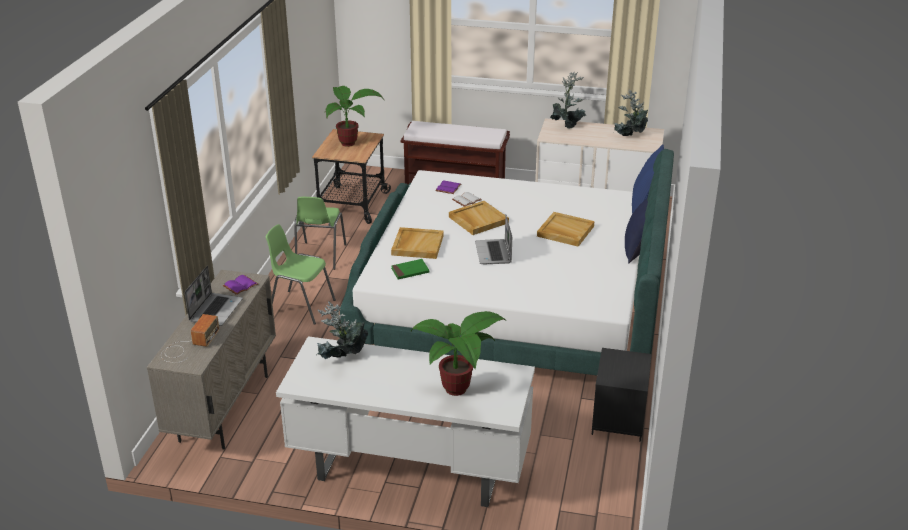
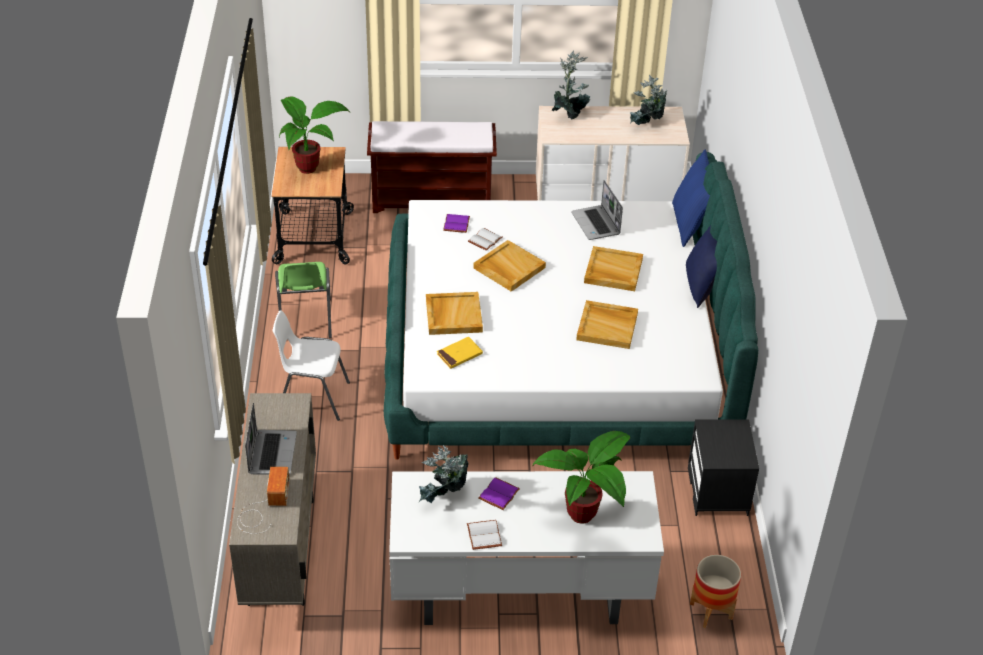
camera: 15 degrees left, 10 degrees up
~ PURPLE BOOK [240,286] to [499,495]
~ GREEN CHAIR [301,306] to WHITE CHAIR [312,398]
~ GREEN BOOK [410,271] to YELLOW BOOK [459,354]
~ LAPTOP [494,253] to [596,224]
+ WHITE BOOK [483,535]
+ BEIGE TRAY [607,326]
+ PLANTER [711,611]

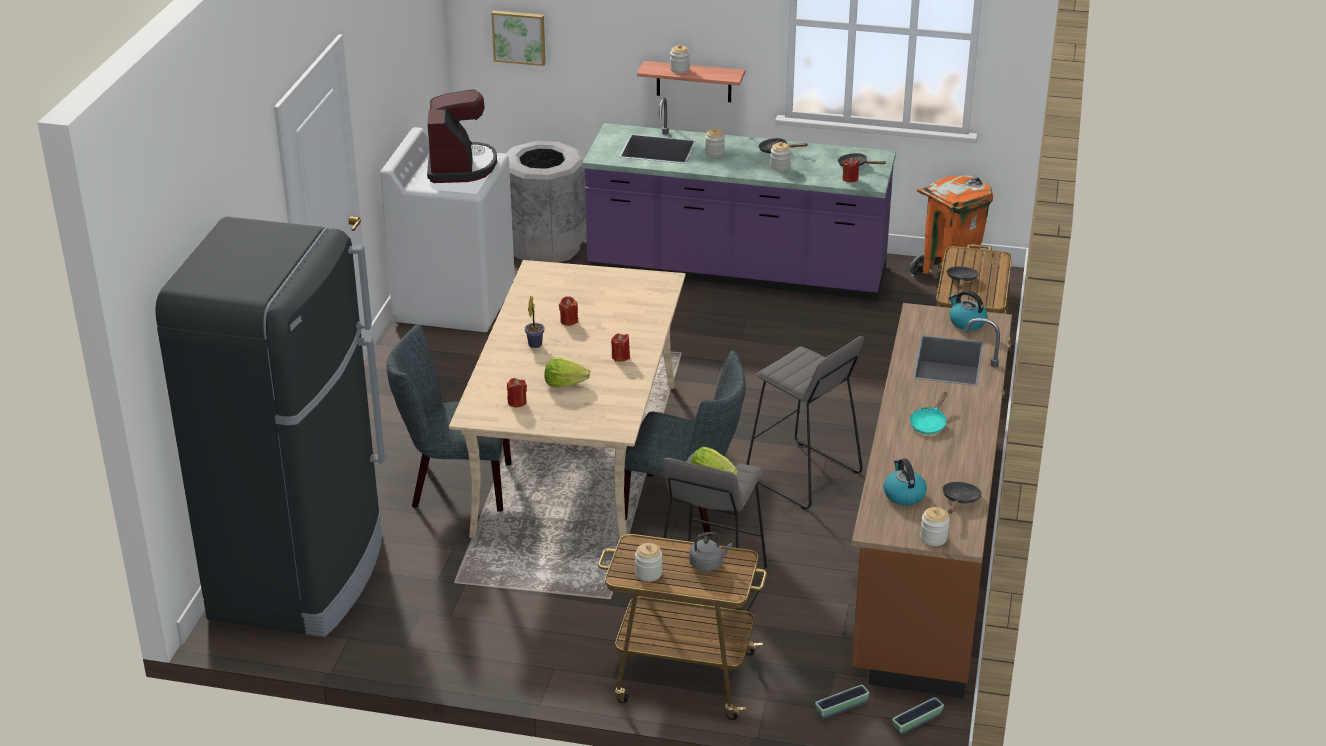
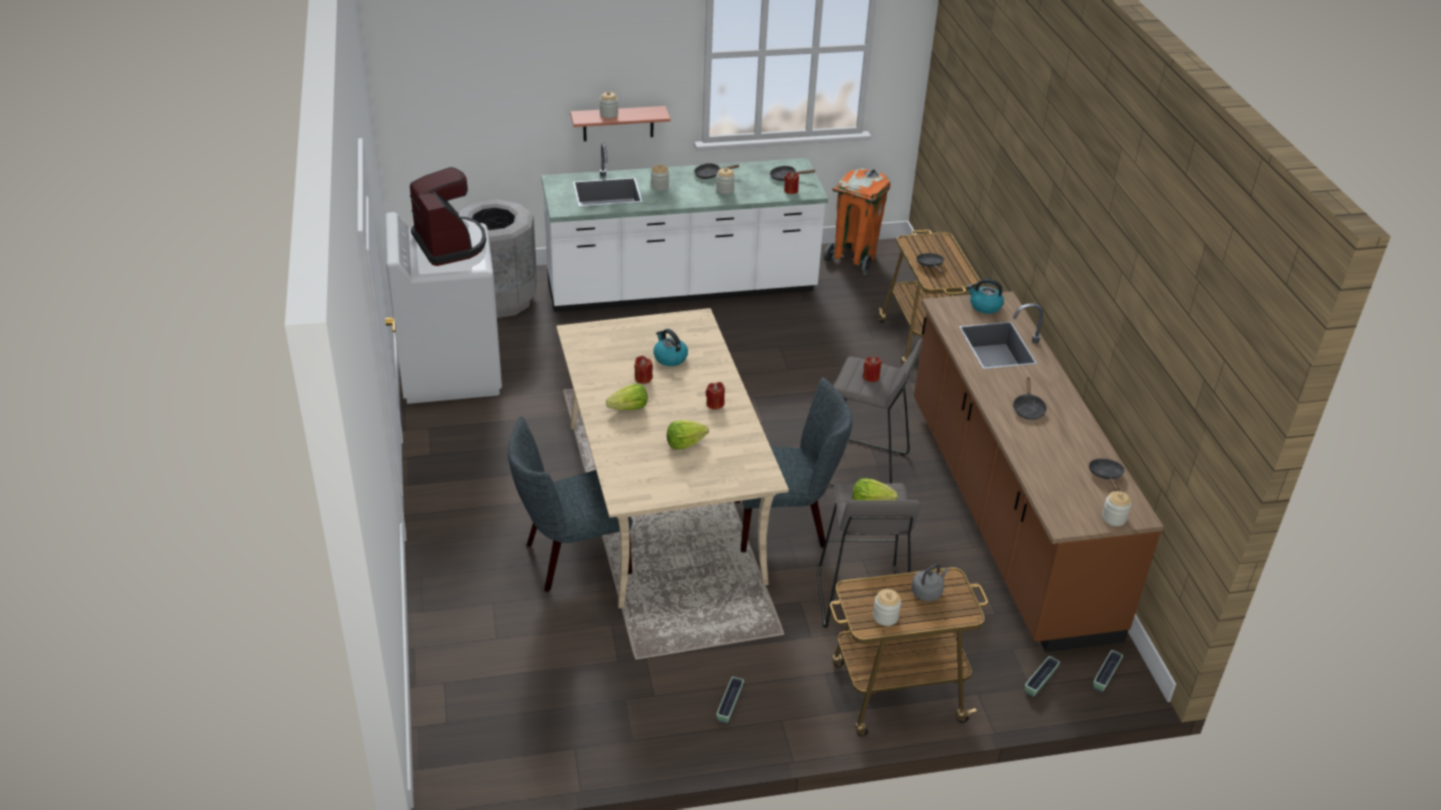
camera: 25 degrees left, 5 degrees up
- BLACK FRIDGE [300,576]
- PICTURE [519,37]
~ RED CANDLE [517,402] to [871,377]
~ POTTED PLANT [535,343] to LETTUCE [629,408]
~ PURPLE COUNTER [737,272] to WHITE COUNTER [681,288]
~ KETTLE [903,494] to [669,358]
~ TURQUOISE FRYING PAN [929,423] to BLACK FRYING PAN [1028,409]
+ PLANTER [729,705]

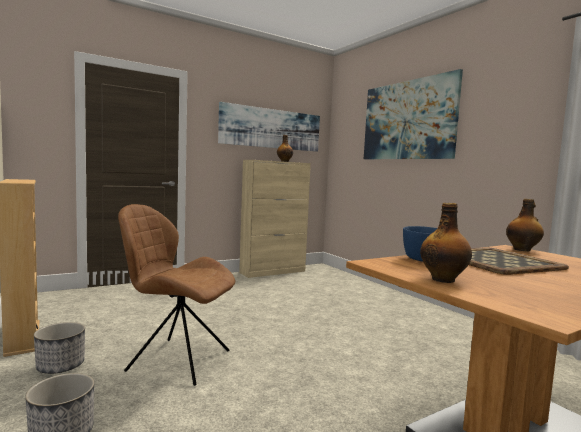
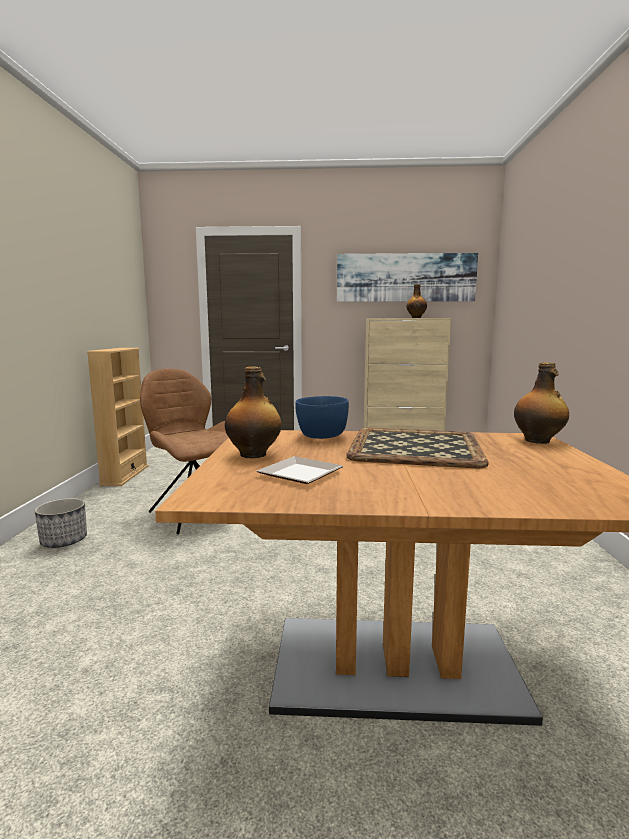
camera: 35 degrees right, 5 degrees up
- PLANTER [60,366]
- PICTURE [407,120]
+ PLATE [303,474]

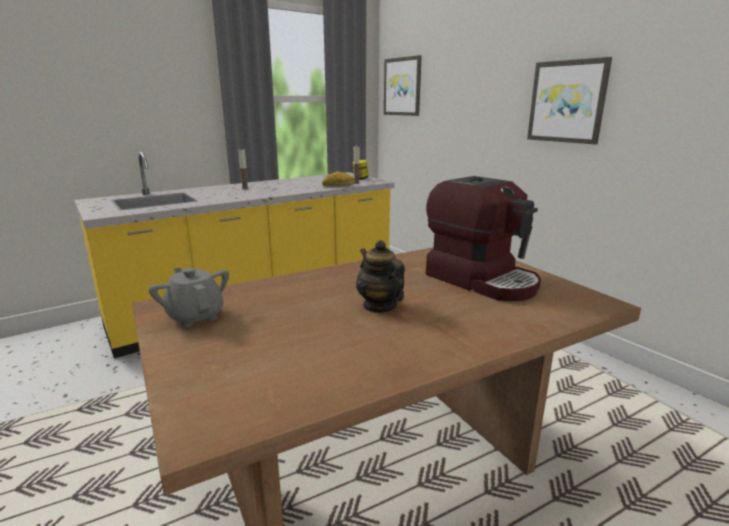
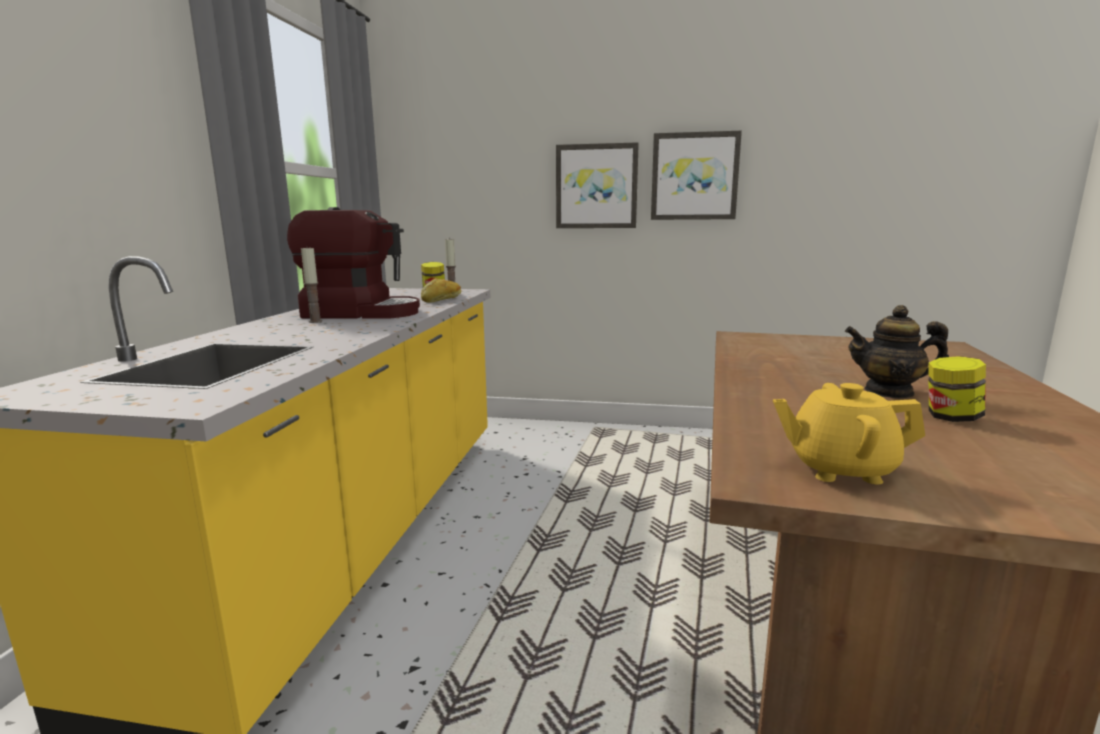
camera: 45 degrees left, 5 degrees down
~ GREY TEAPOT [195,316] to YELLOW TEAPOT [839,469]
~ PICTURE [402,86] to [596,186]
~ COFFEE MACHINE [482,280] to [362,313]
+ JAR [951,417]

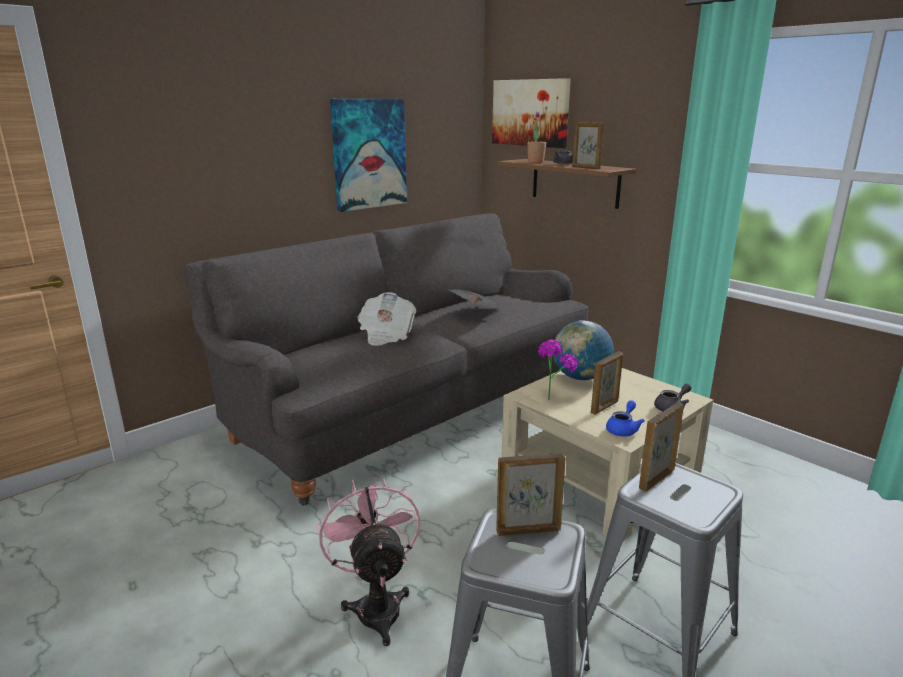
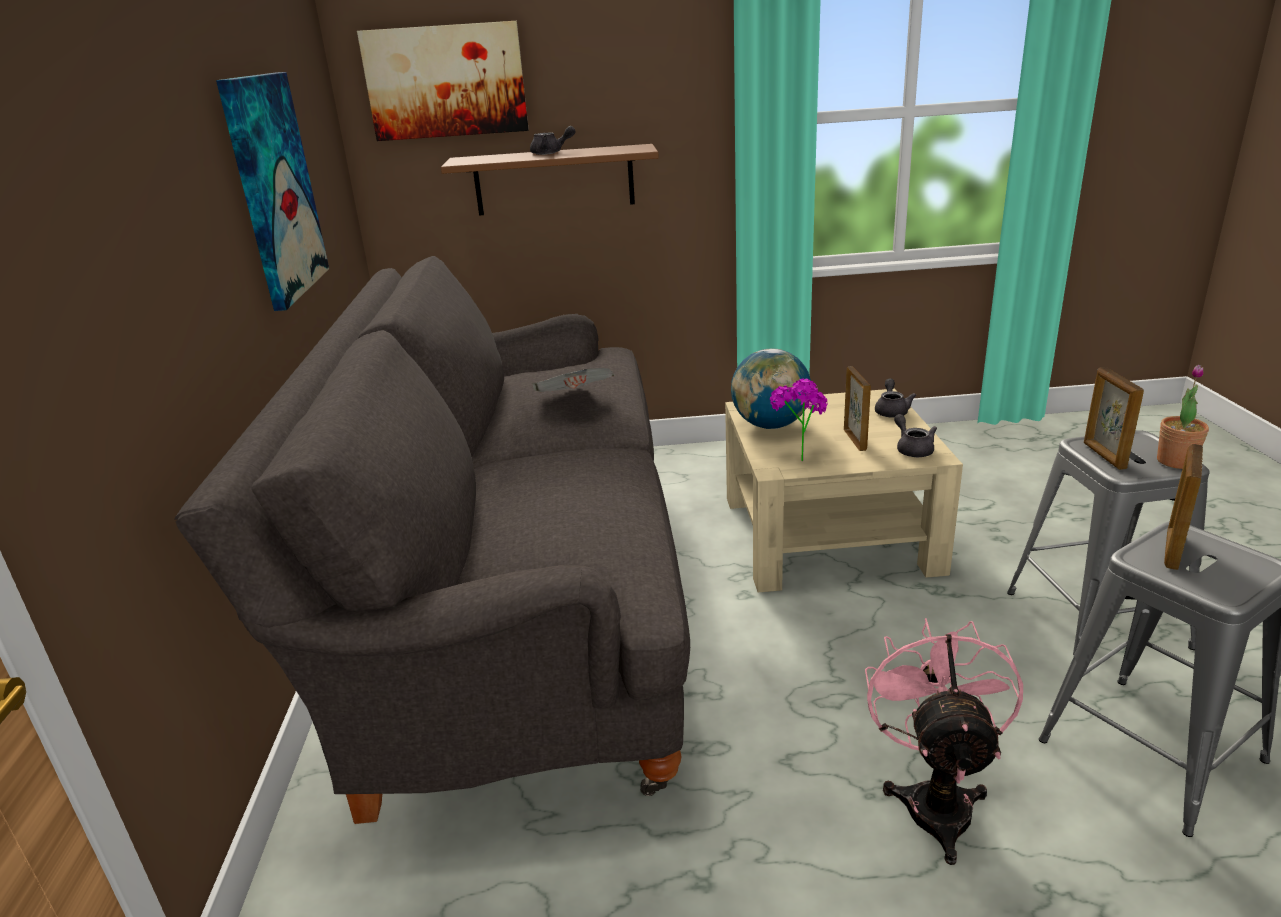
camera: 50 degrees left, 5 degrees up
~ PINK FAN [376,605] = [935,799] 75 degrees clockwise
- NEWSPAPER [386,334]
~ POTTED PLANT [535,162] to [1175,461]
- PICTURE FRAME [585,168]
~ BLUE TEAPOT [623,429] to GREY TEAPOT [912,449]

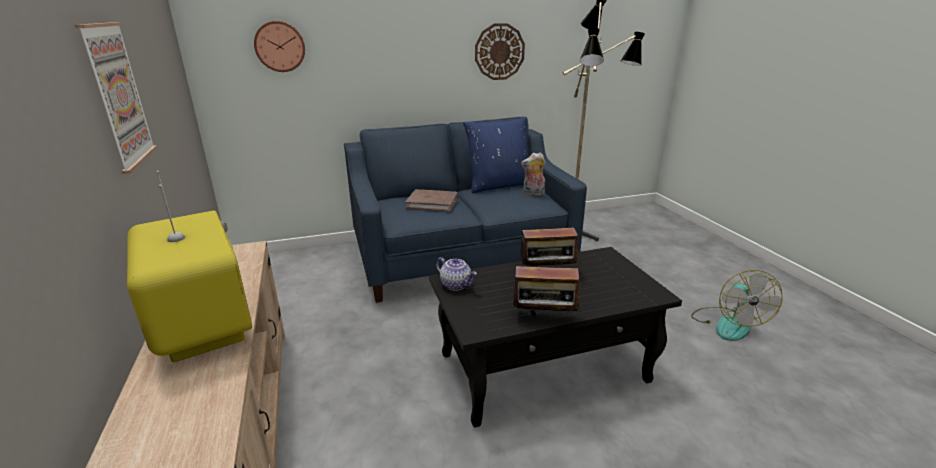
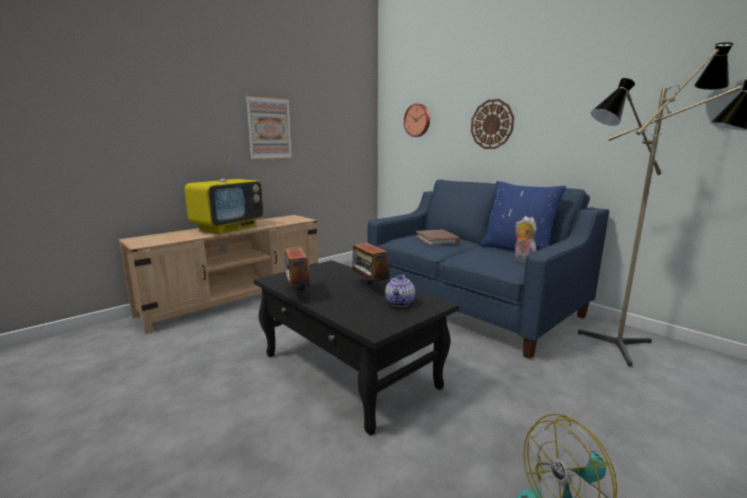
camera: 65 degrees right, 10 degrees down
~ TEAPOT [456,285] to [400,303]
~ WALL CLOCK [499,52] to [492,124]

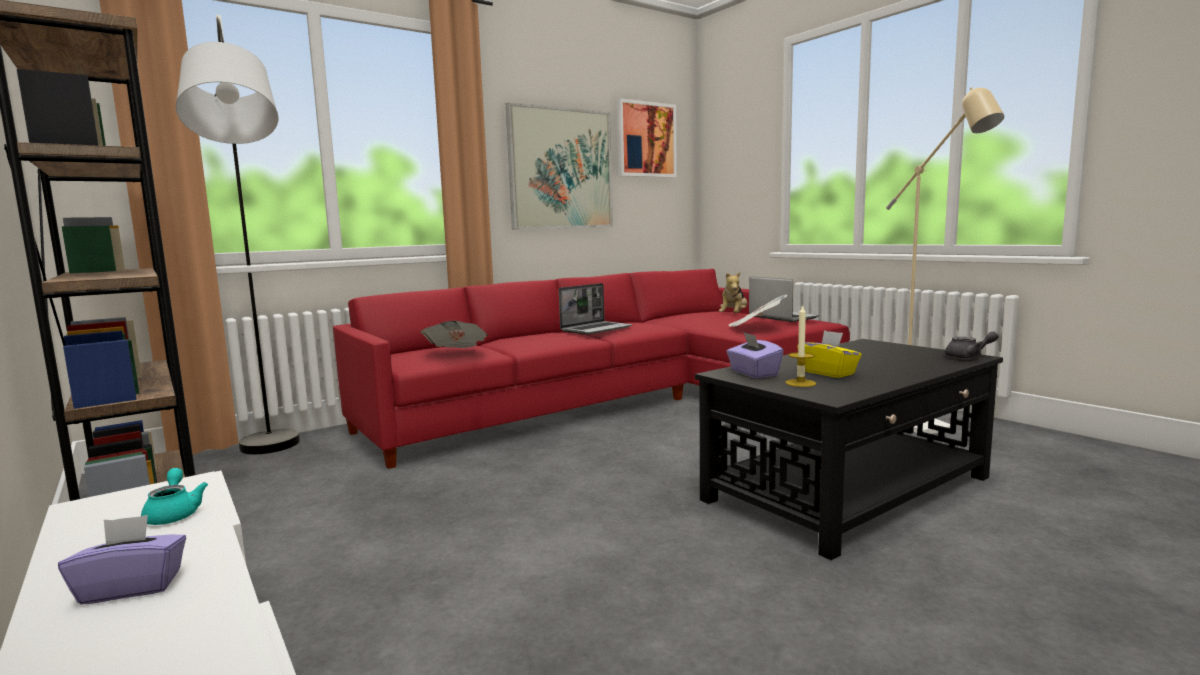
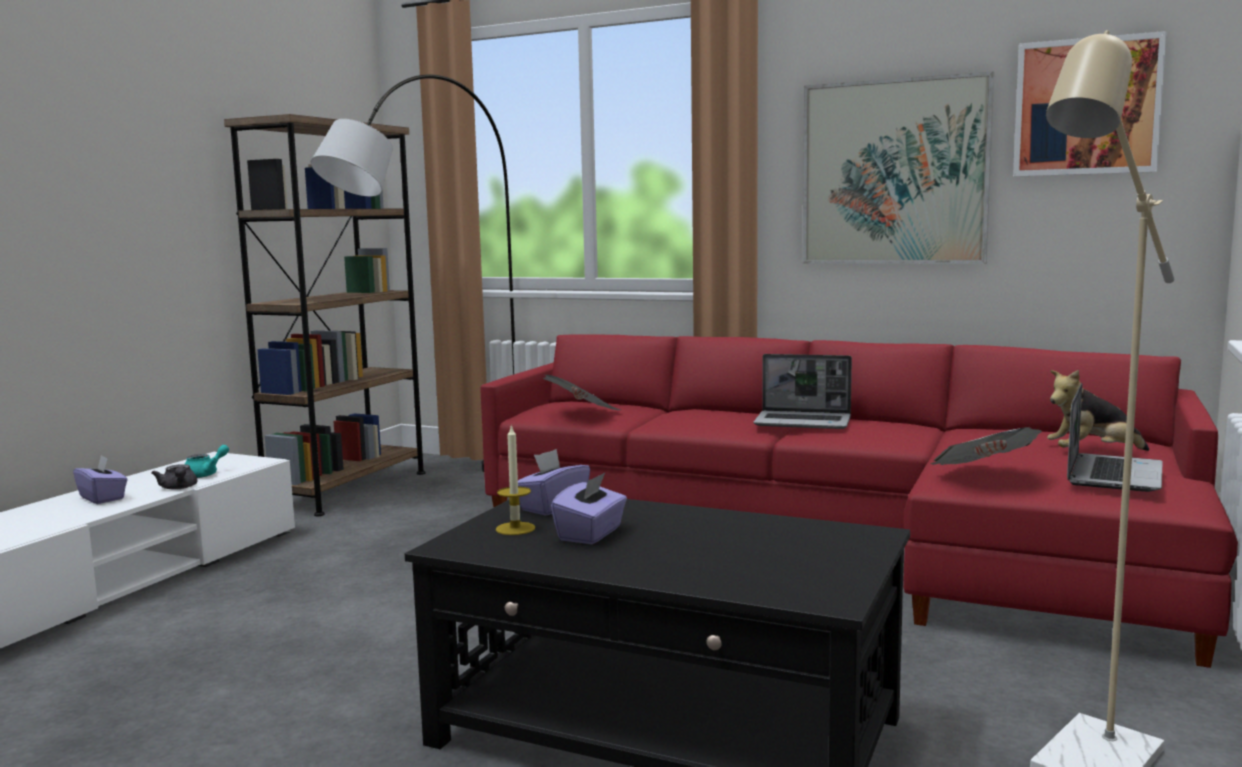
camera: 60 degrees right, 0 degrees up
~ YELLOW TISSUE BOX [828,373] to PURPLE TISSUE BOX [591,534]
~ GREY TEAPOT [969,357] to [178,488]

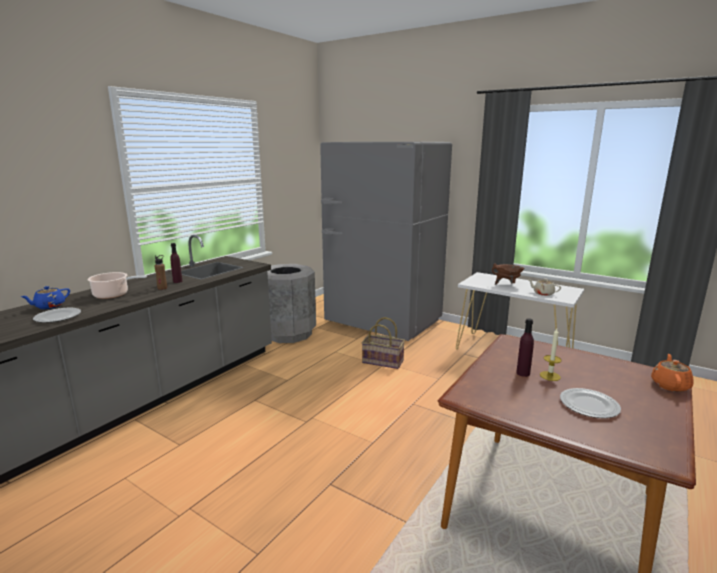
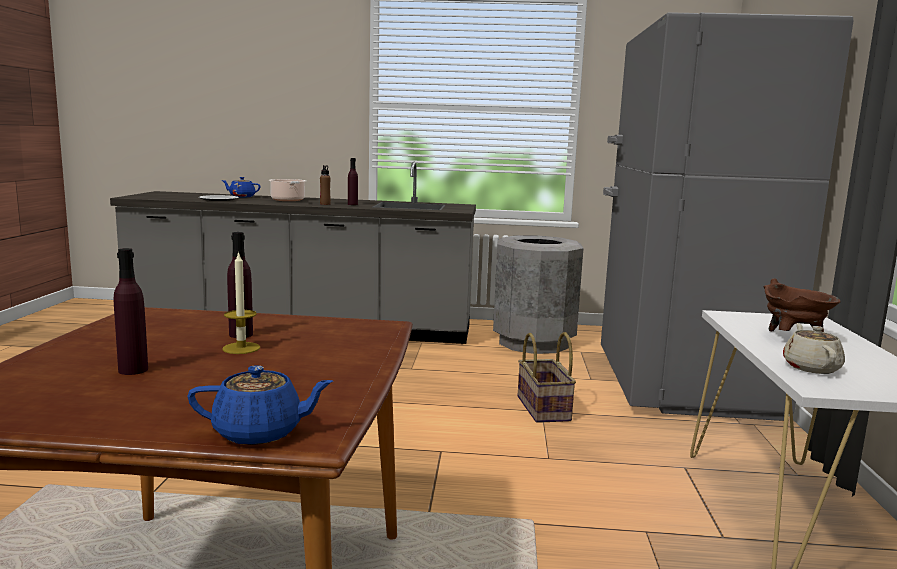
camera: 60 degrees right, 5 degrees down
~ PLATE [589,405] to PURPLE BOTTLE [133,370]
~ ORANGE TEAPOT [670,385] to BLUE TEAPOT [260,432]

